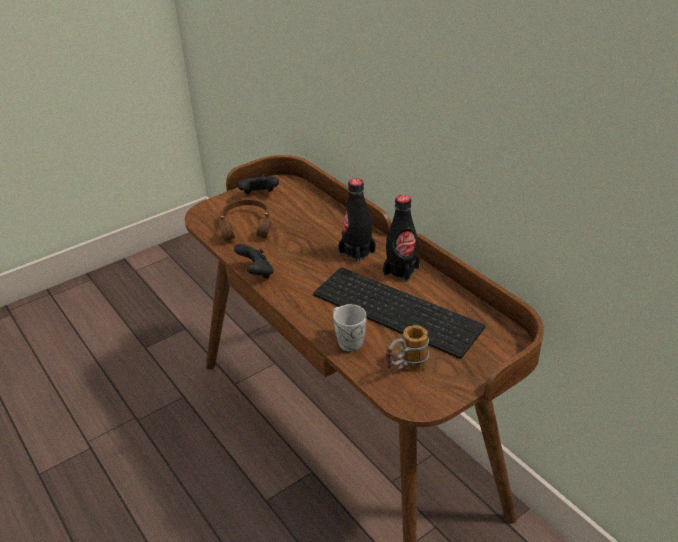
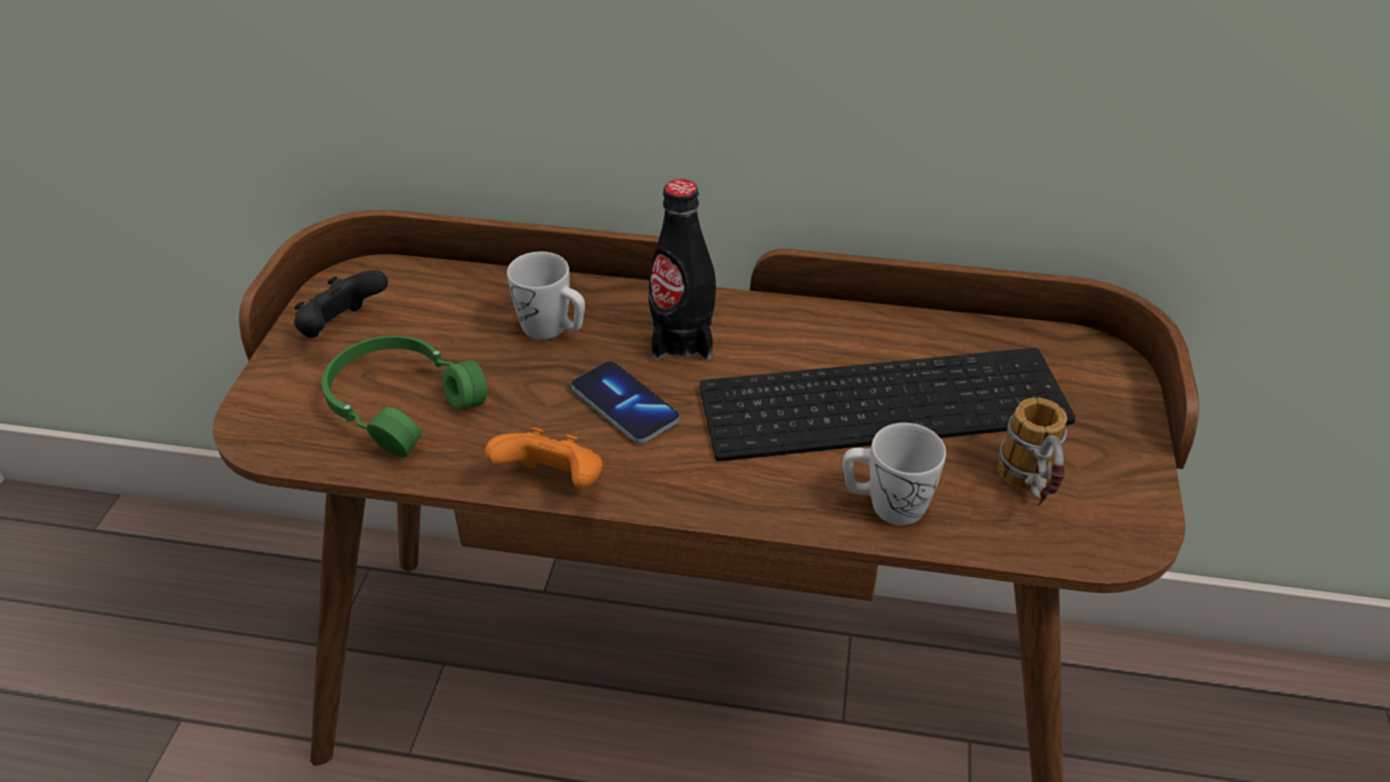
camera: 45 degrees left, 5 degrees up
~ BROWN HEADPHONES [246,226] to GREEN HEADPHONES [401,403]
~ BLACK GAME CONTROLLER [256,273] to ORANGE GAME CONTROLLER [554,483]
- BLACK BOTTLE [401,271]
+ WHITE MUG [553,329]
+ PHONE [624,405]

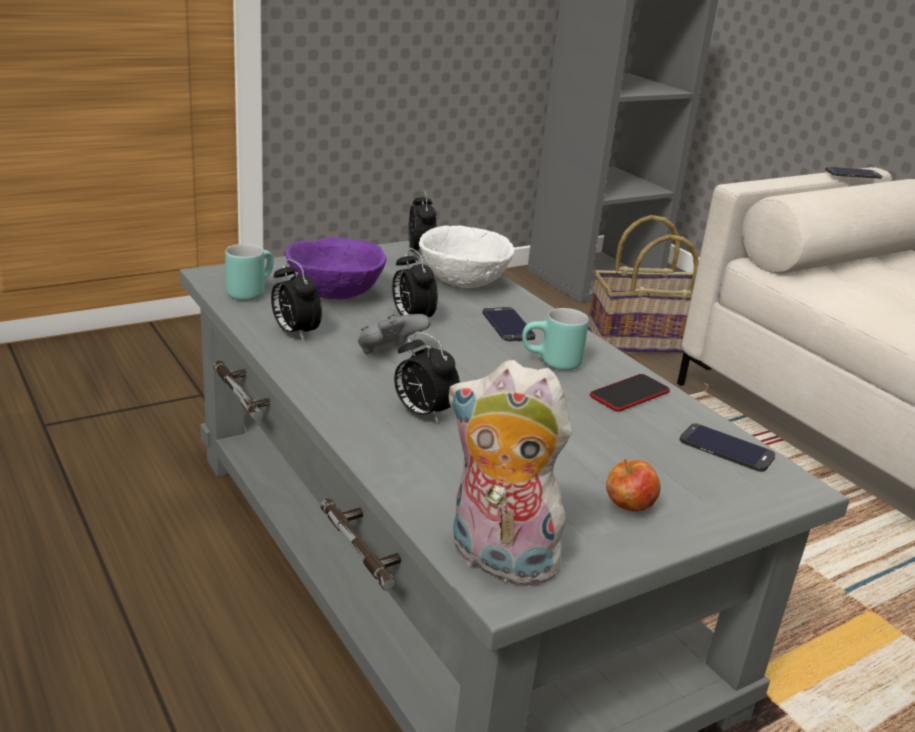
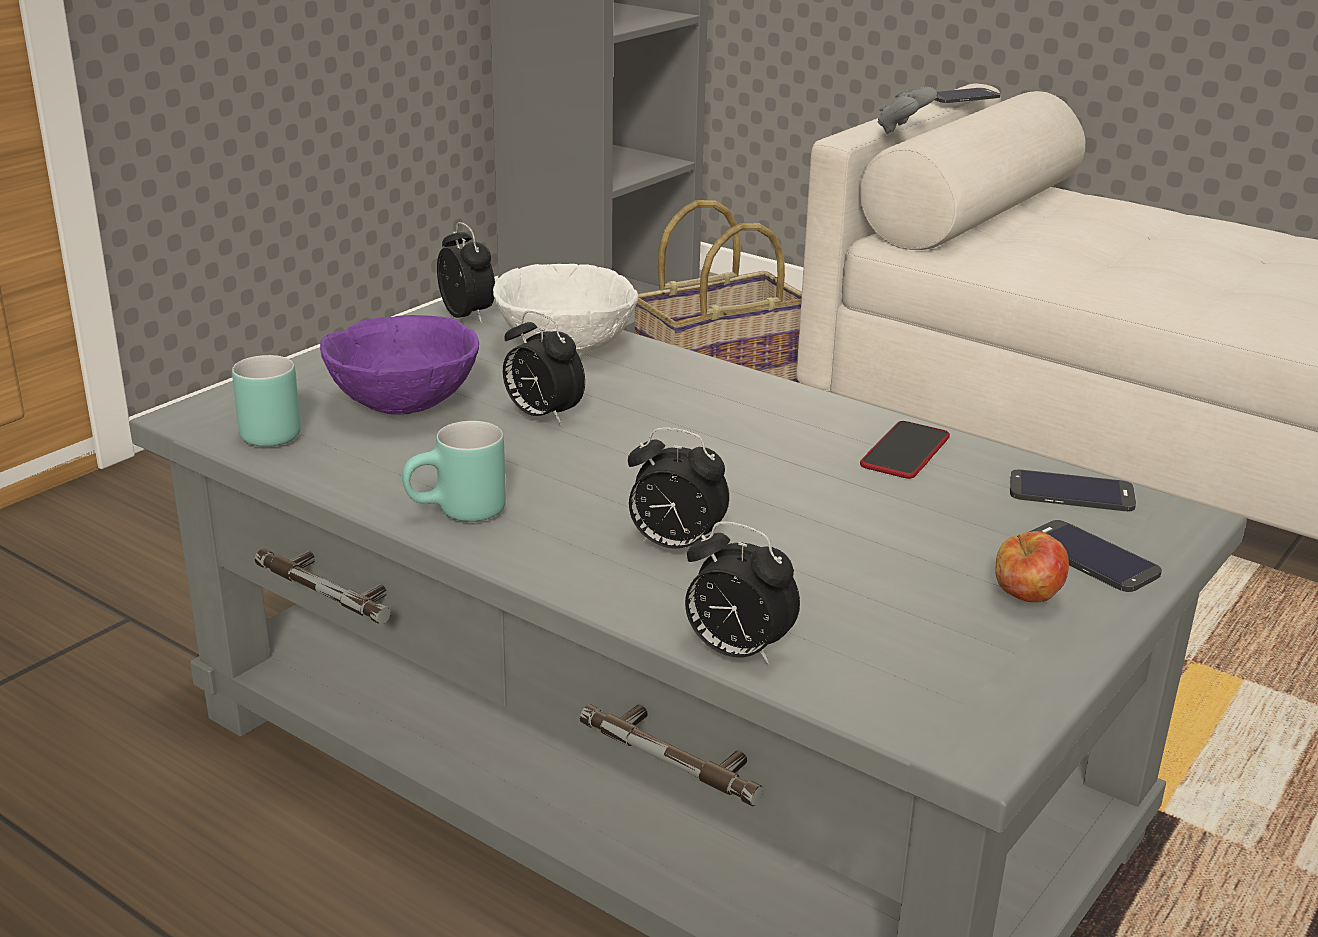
camera: 20 degrees left, 0 degrees up
~ ALARM CLOCK [294,333] to [735,652]
~ GREY GAME CONTROLLER [389,353] to [903,131]
- PLUSH TOY [497,560]
~ PHONE [508,325] to [1091,557]
~ TURQUOISE MUG [551,364] to [458,514]

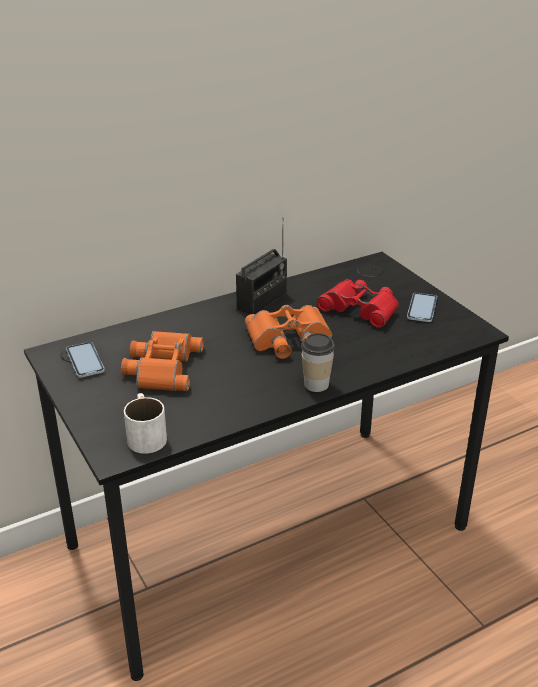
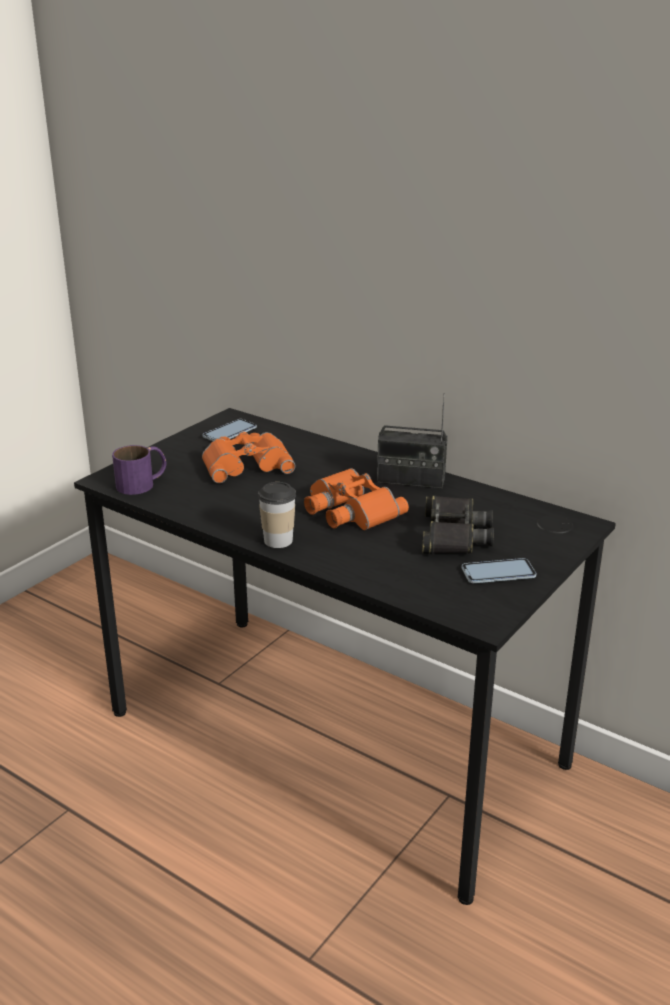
camera: 65 degrees right, 5 degrees down
~ WHITE MUG [145,434] to PURPLE MUG [143,483]
~ RED BINOCULARS [360,309] to BLACK BINOCULARS [453,535]

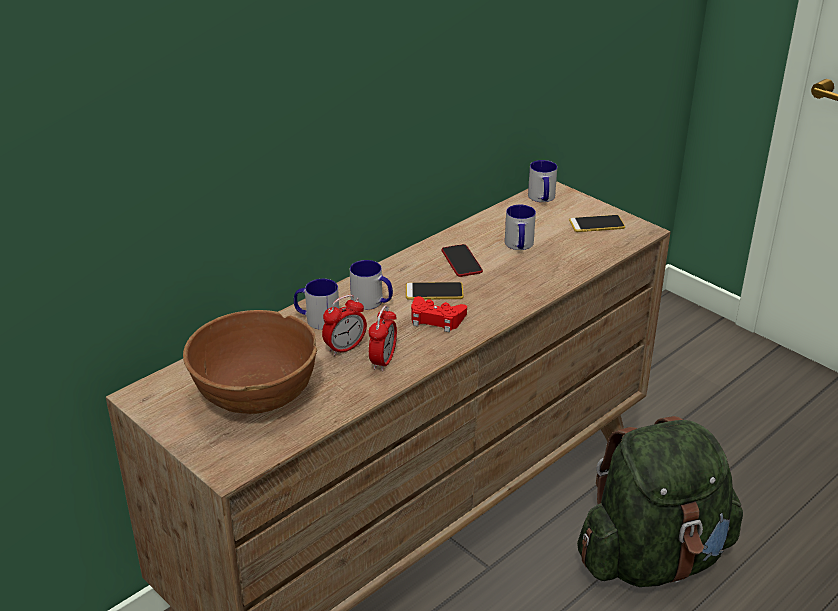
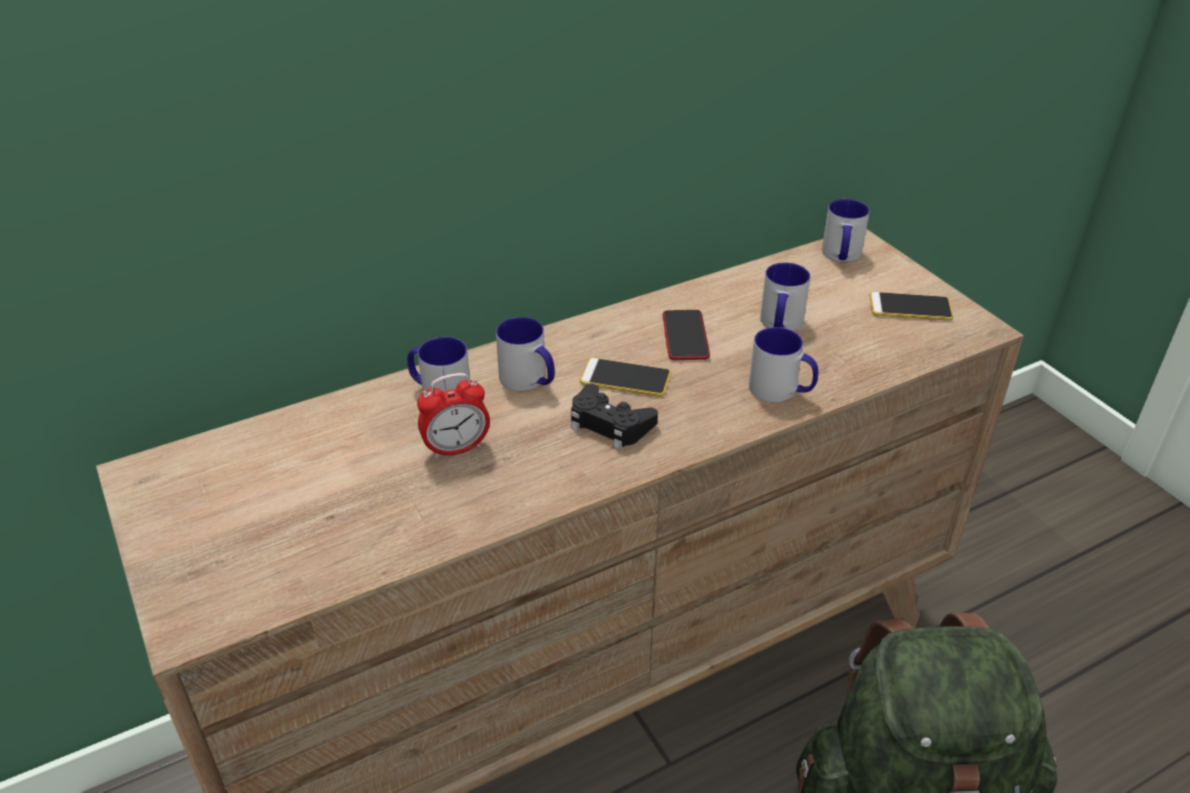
camera: 15 degrees right, 5 degrees up
- BROWN BOWL [255,394]
- ALARM CLOCK [383,361]
~ RED GAME CONTROLLER [436,319] to BLACK GAME CONTROLLER [609,424]
+ MUG [781,390]

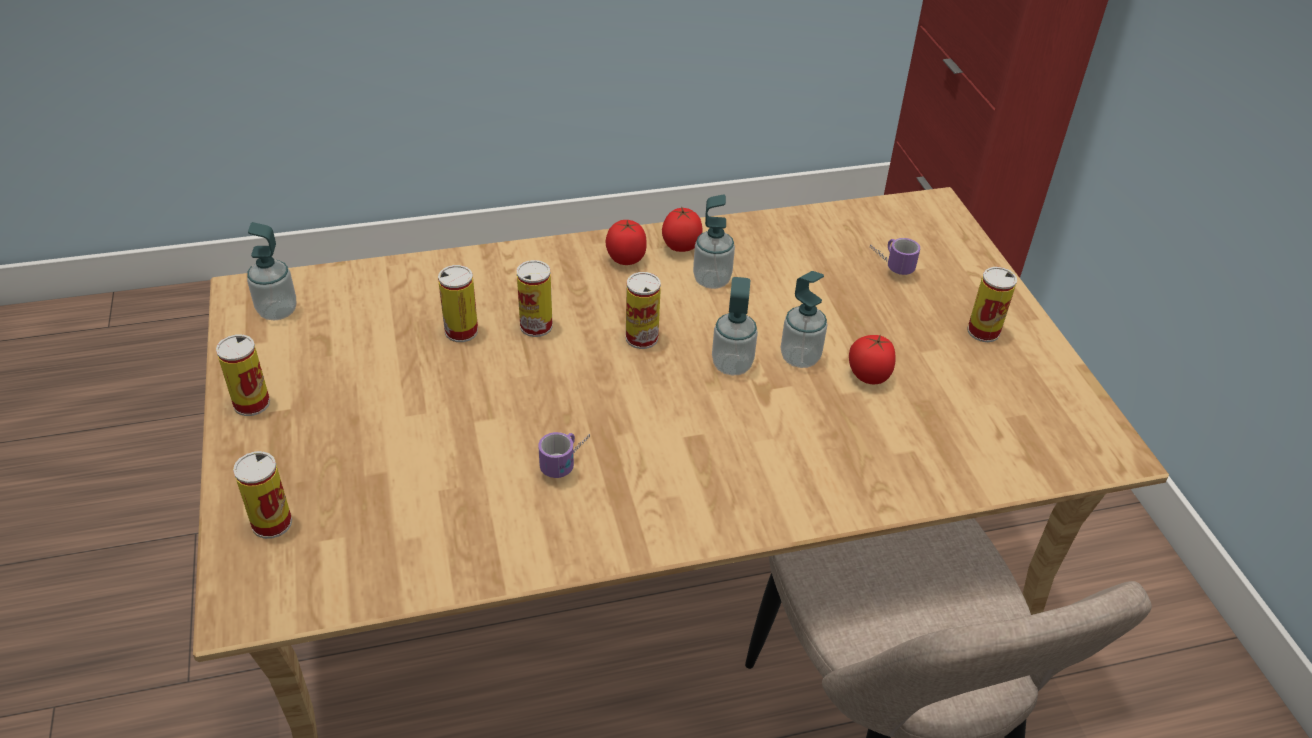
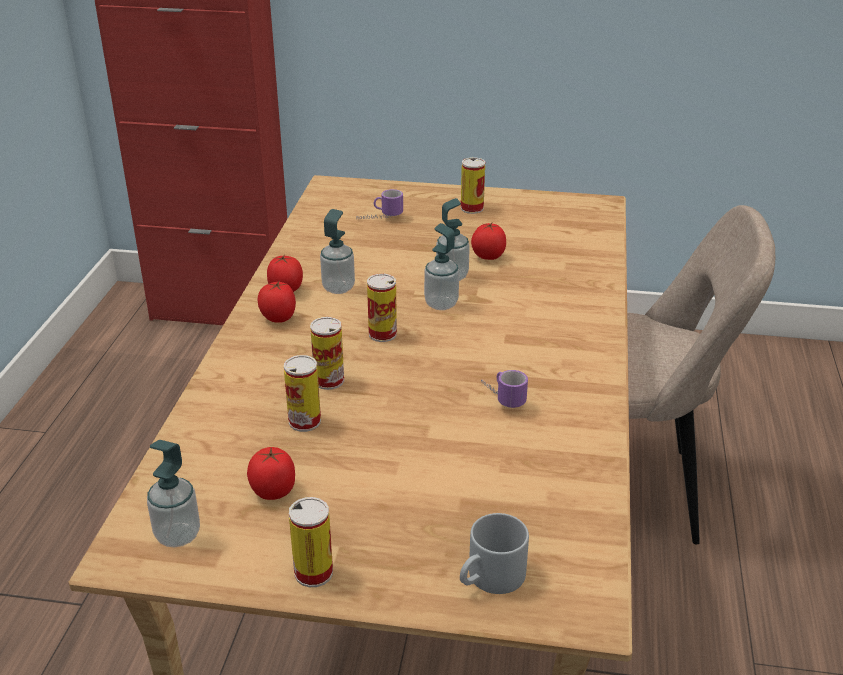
camera: 65 degrees left, 10 degrees down
~ CAN [272,523] to GREY MUG [490,579]
+ TOMATO [274,491]

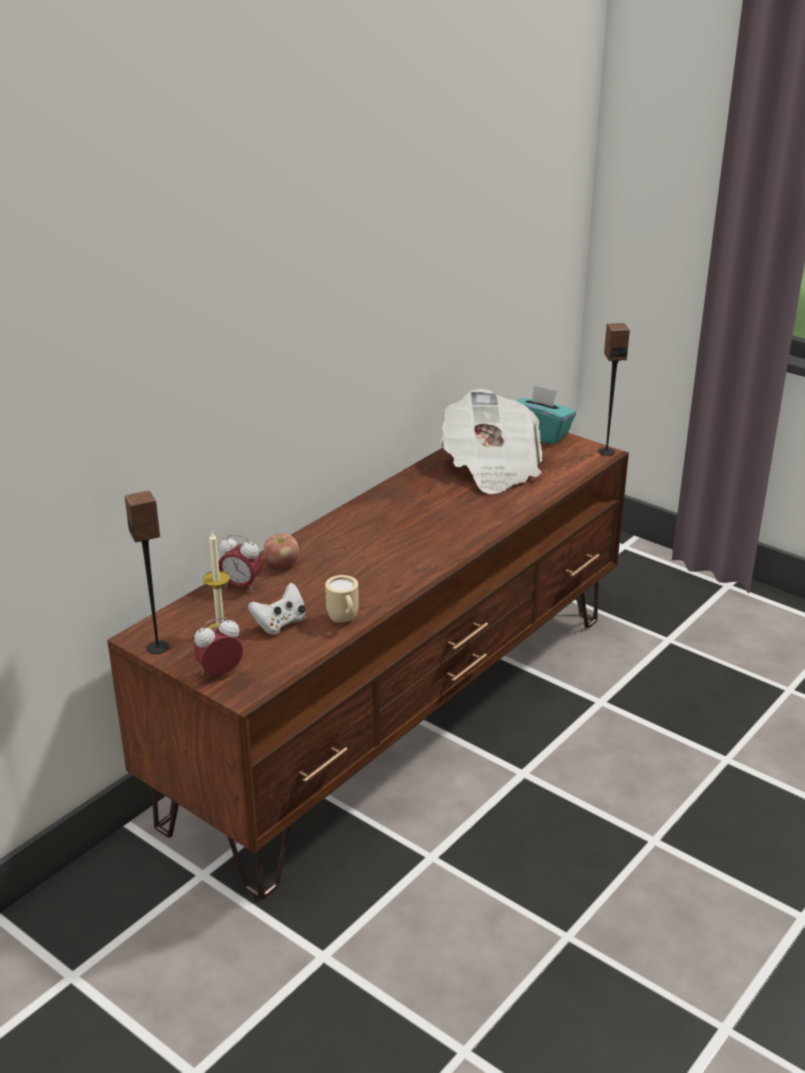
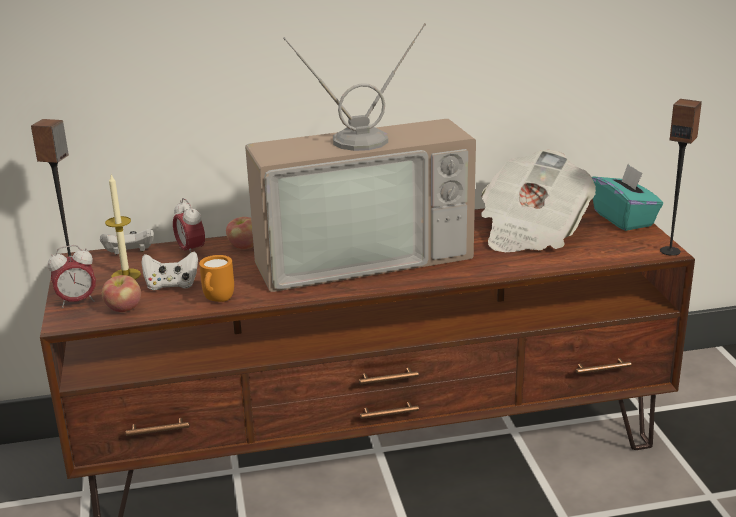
camera: 40 degrees right, 5 degrees down
~ ALARM CLOCK [220,673] = [77,301] 150 degrees clockwise
~ BEIGE MUG [344,621] to ORANGE MUG [217,301]
+ WHITE GAME CONTROLLER [129,254]
+ APPLE [124,309]
+ TELEVISION [361,254]

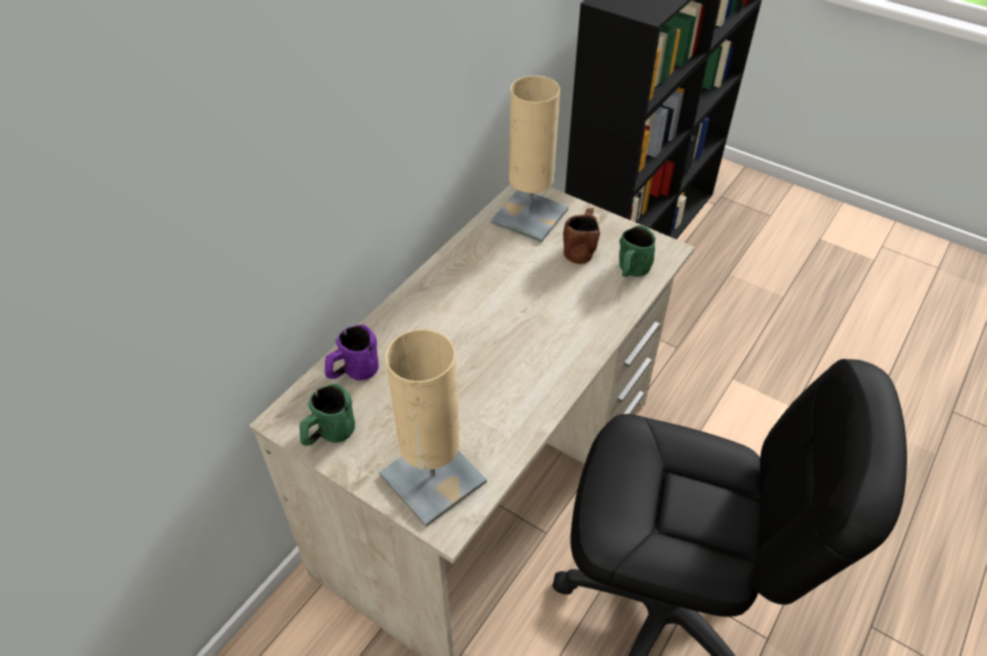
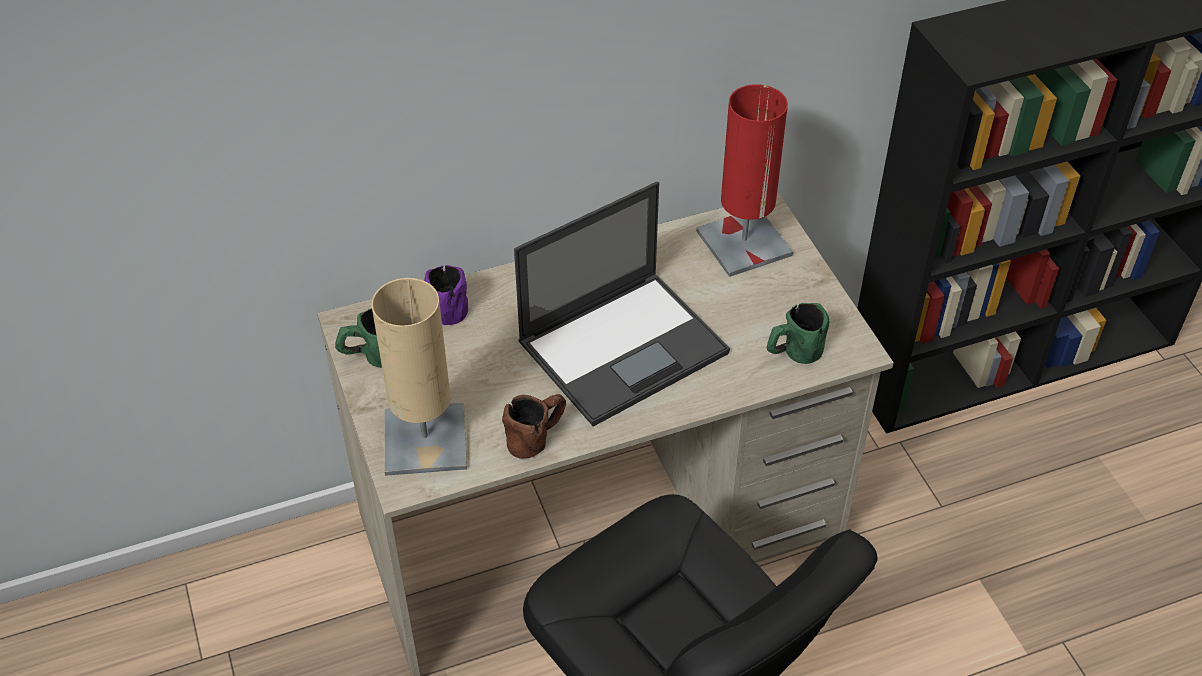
camera: 35 degrees right, 0 degrees up
~ BEIGE TABLE LAMP [529,216] to RED TABLE LAMP [743,243]
~ BROWN MUG [580,247] to [537,436]
+ LAPTOP [625,346]

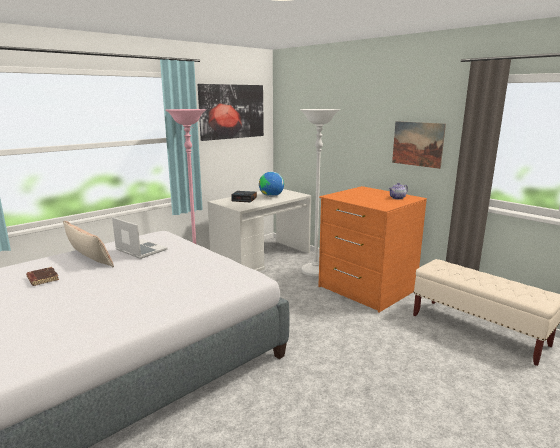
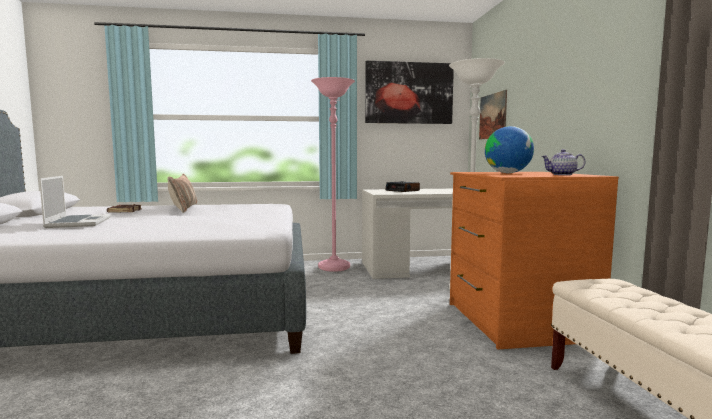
camera: 35 degrees right, 10 degrees down
~ LAPTOP [140,250] to [78,222]
~ GLOBE [271,196] to [507,173]
~ PICTURE [417,144] to [492,116]

